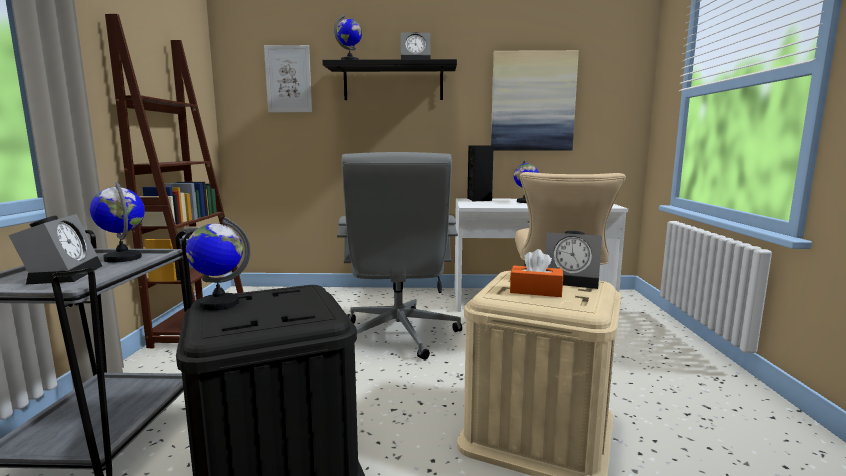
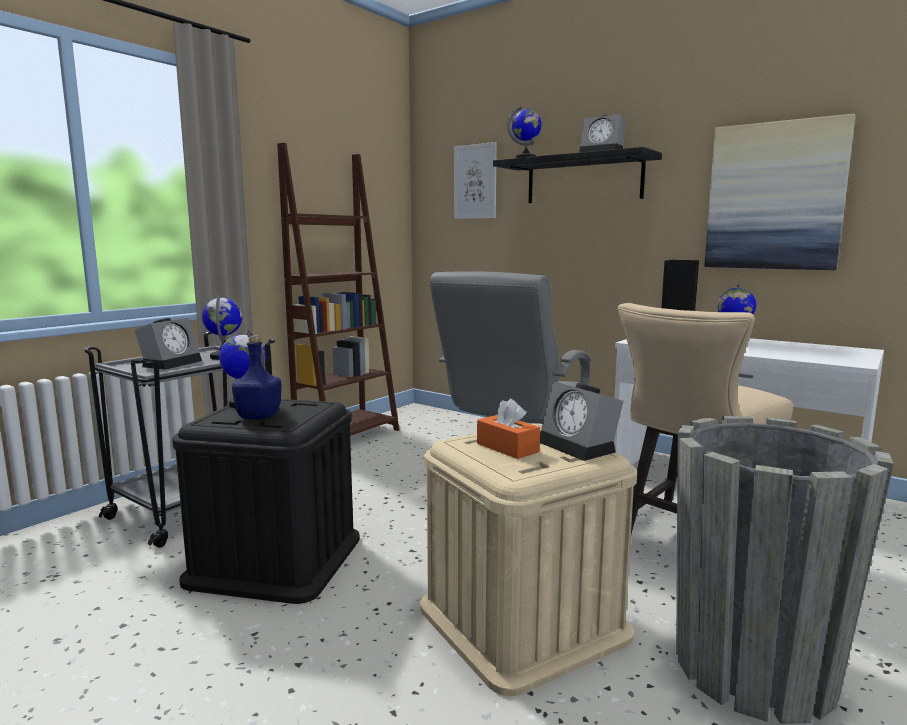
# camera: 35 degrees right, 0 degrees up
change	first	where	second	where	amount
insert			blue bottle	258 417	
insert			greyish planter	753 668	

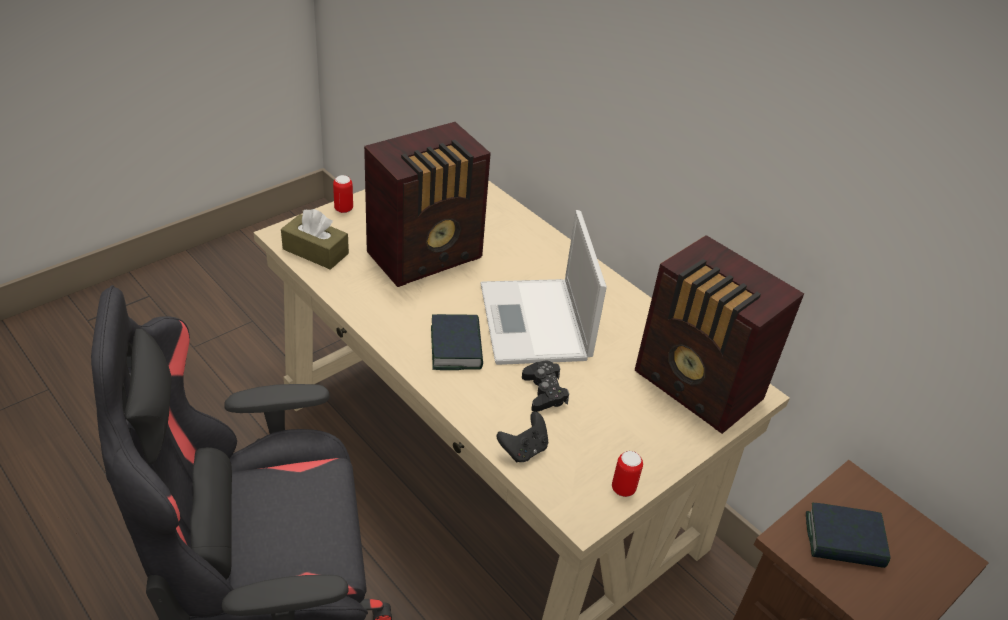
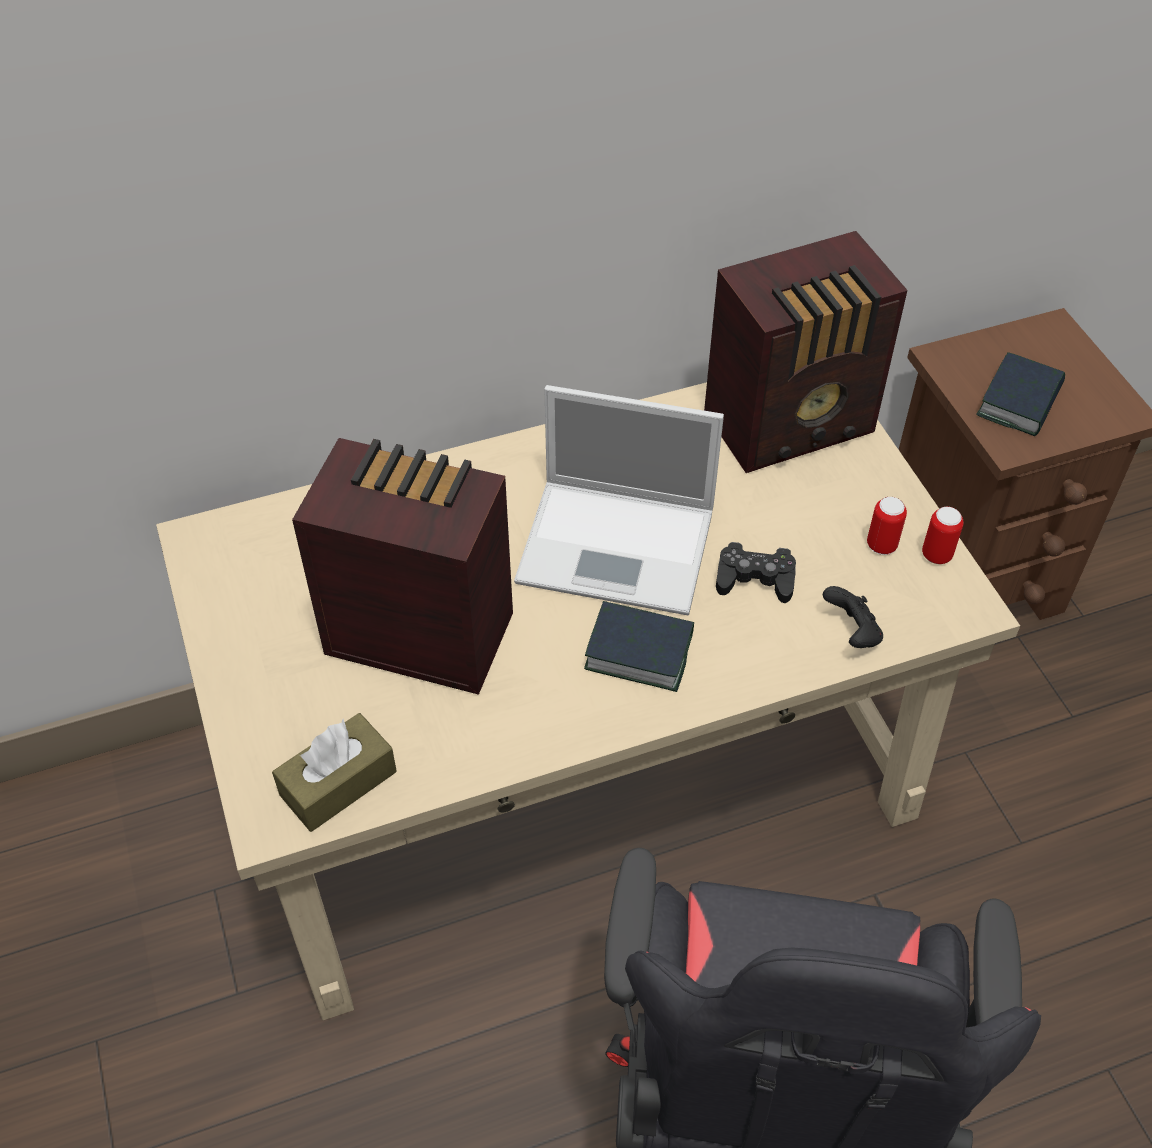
# camera: 65 degrees left, 10 degrees up
change	first	where	second	where	amount
move	can	343 209		881 545	
rotate	radio	427 256		417 631	60 degrees counterclockwise

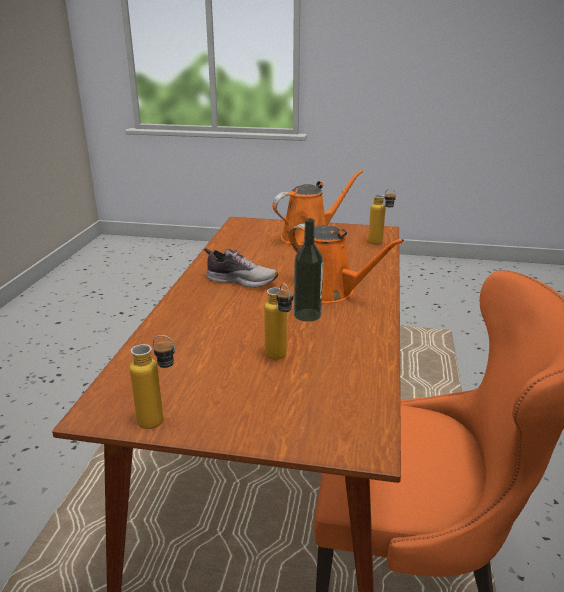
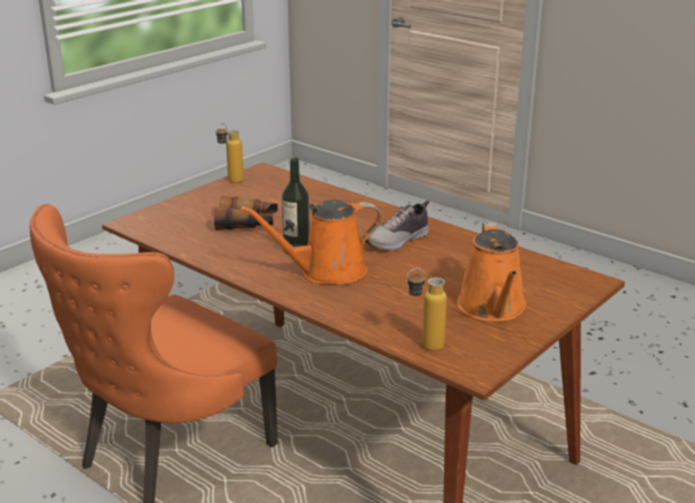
# camera: 120 degrees right, 0 degrees up
change	first	where	second	where	amount
replace	bottle	279 359	pair of binoculars	247 223	

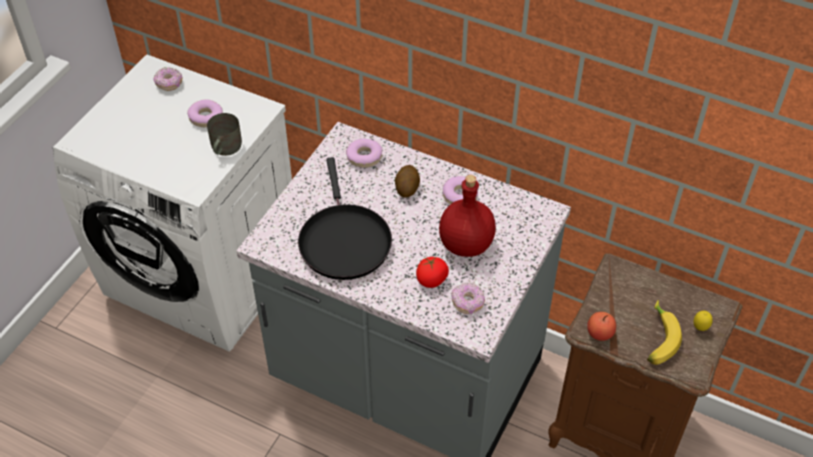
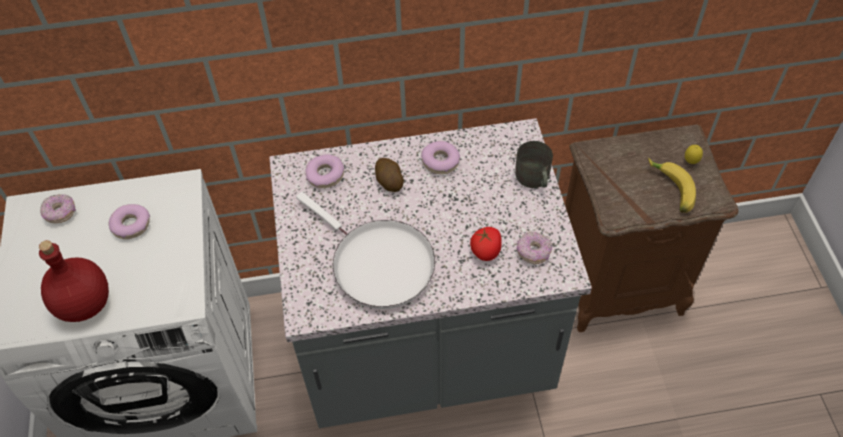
# camera: 35 degrees left, 5 degrees up
change	first	where	second	where	amount
delete	apple fruit	599 333			
move	greyish tea mug	224 148		533 179	
move	reddish bottle	466 244		85 303	
recolor	black skillet	343 241	whitish skillet	377 264	

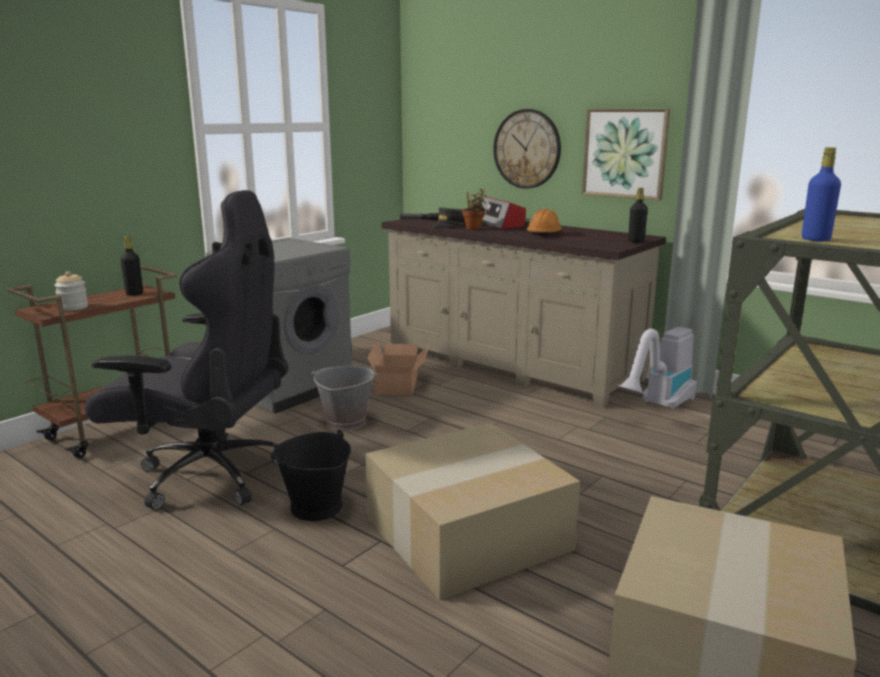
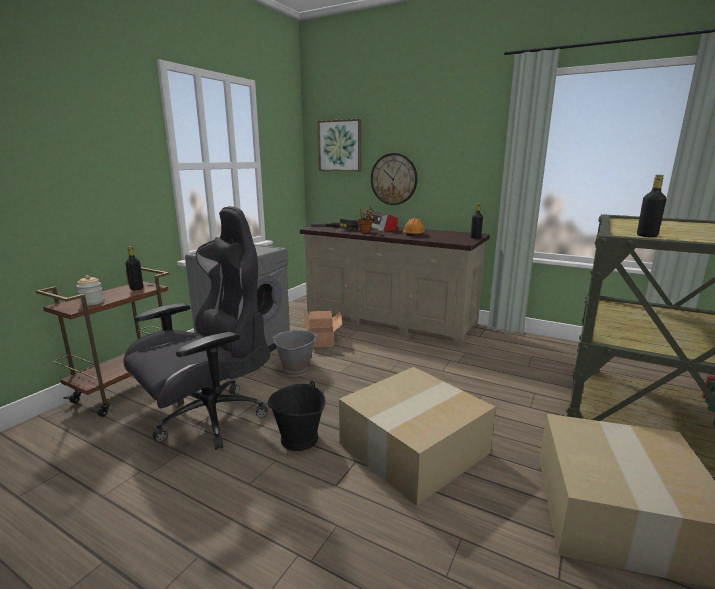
# camera: 10 degrees left, 0 degrees up
change	first	where	second	where	amount
delete	hoover	658 406			
move	wall art	625 153		340 146	
recolor	blue bottle	815 239	black bottle	646 236	
rotate	black desk chair	202 476		205 422	45 degrees counterclockwise

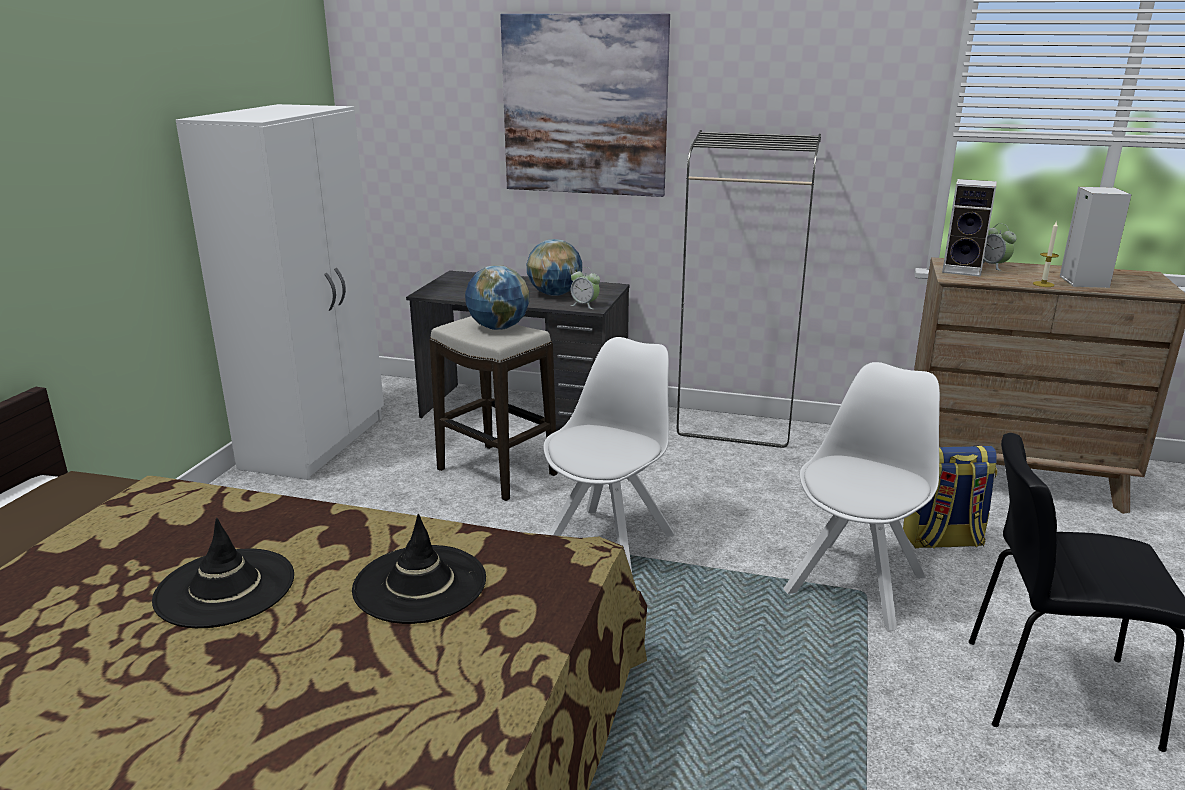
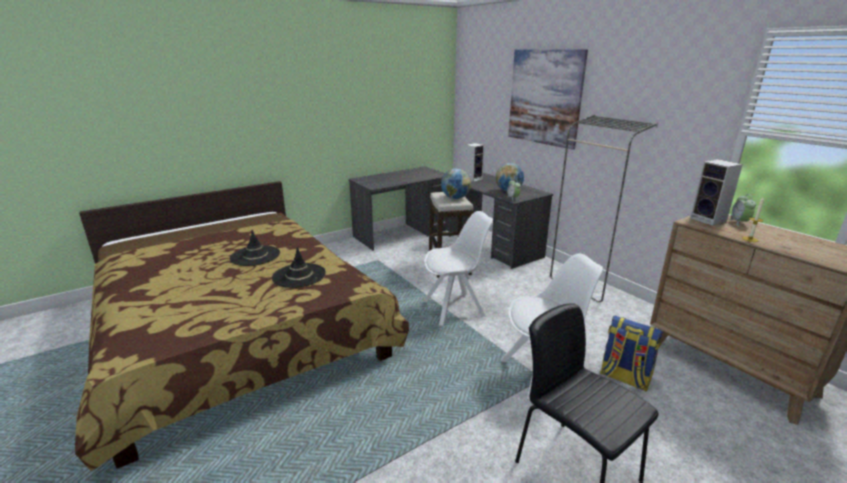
# camera: 40 degrees right, 0 degrees up
change	first	where	second	where	amount
move	speaker	1082 281		473 179	
replace	whitish wardrobe	317 442	greyish desk	401 234	

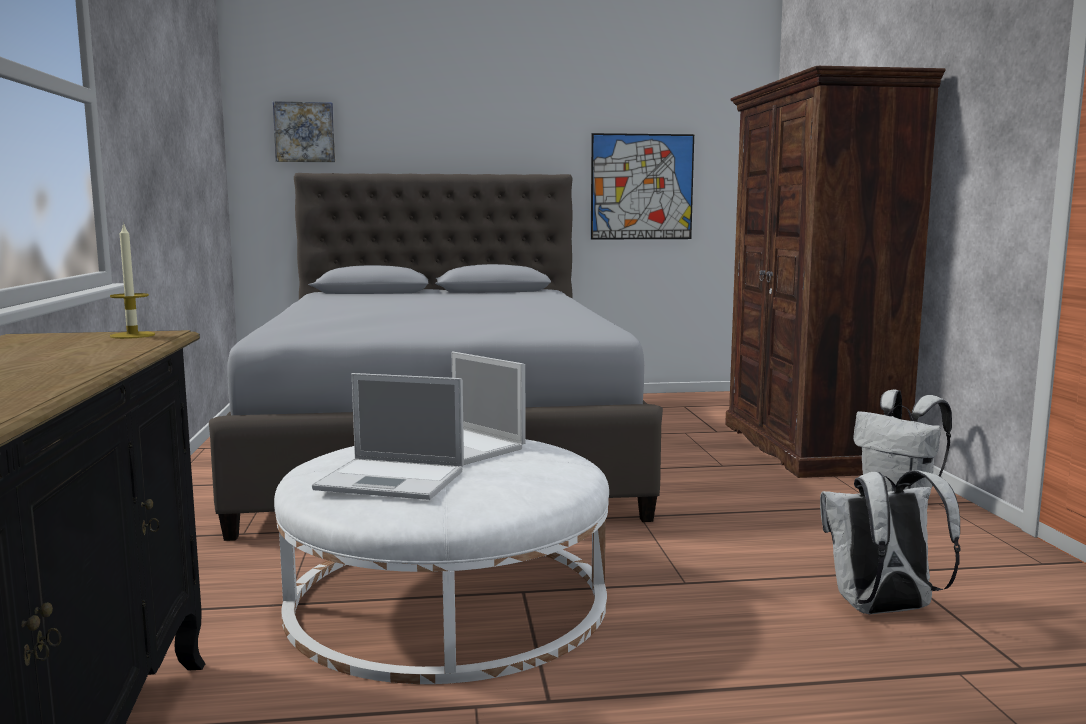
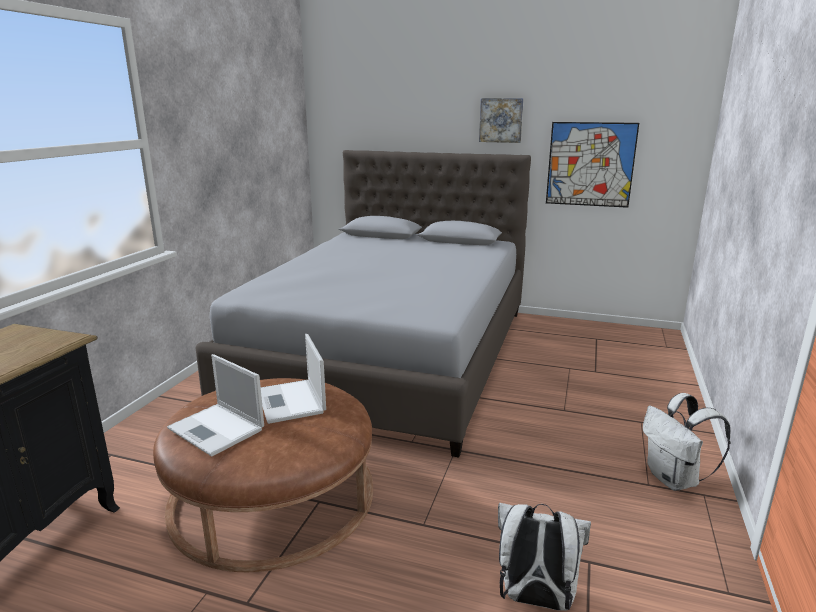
# camera: 25 degrees right, 10 degrees up
change	first	where	second	where	amount
delete	wax light	132 335			
delete	brown wardrobe	807 446			
move	wall art	304 132		501 120	
recolor	whitish ottoman	447 599	brown ottoman	273 494	

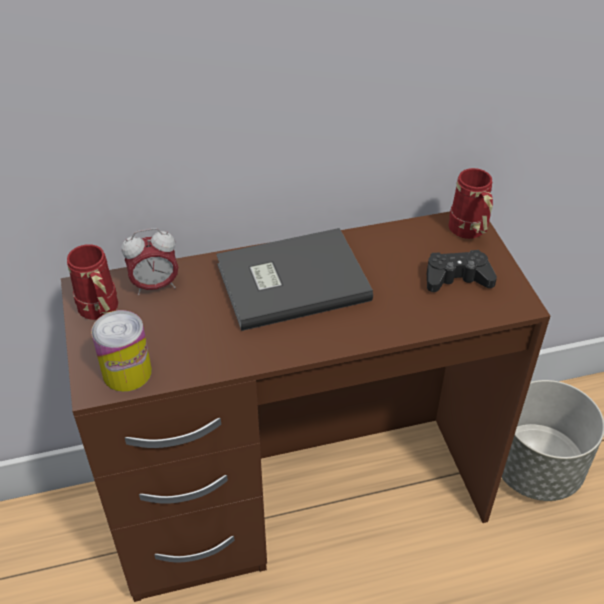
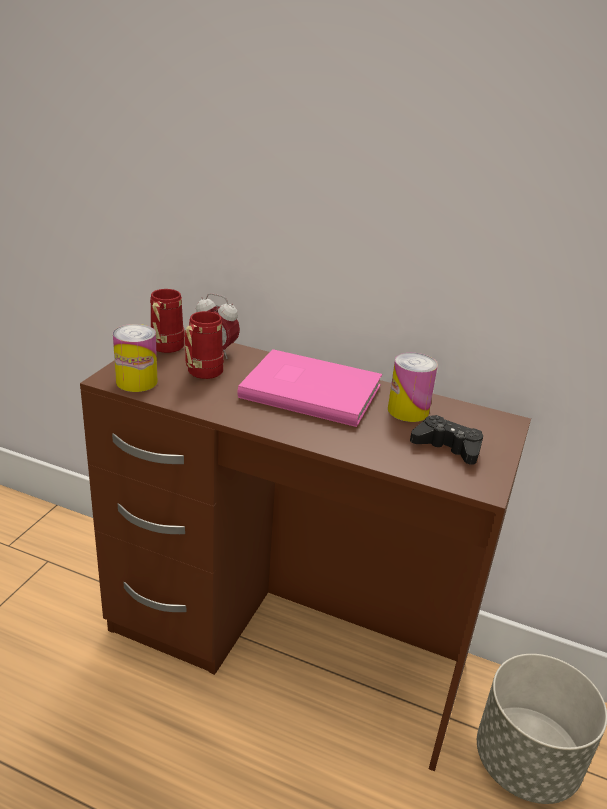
# camera: 35 degrees right, 15 degrees down
change	first	where	second	where	amount
insert			can	408 411	
move	reddish tea mug	469 233		201 374	
recolor	greyish bound book	289 280	pink-coloured bound book	310 389	

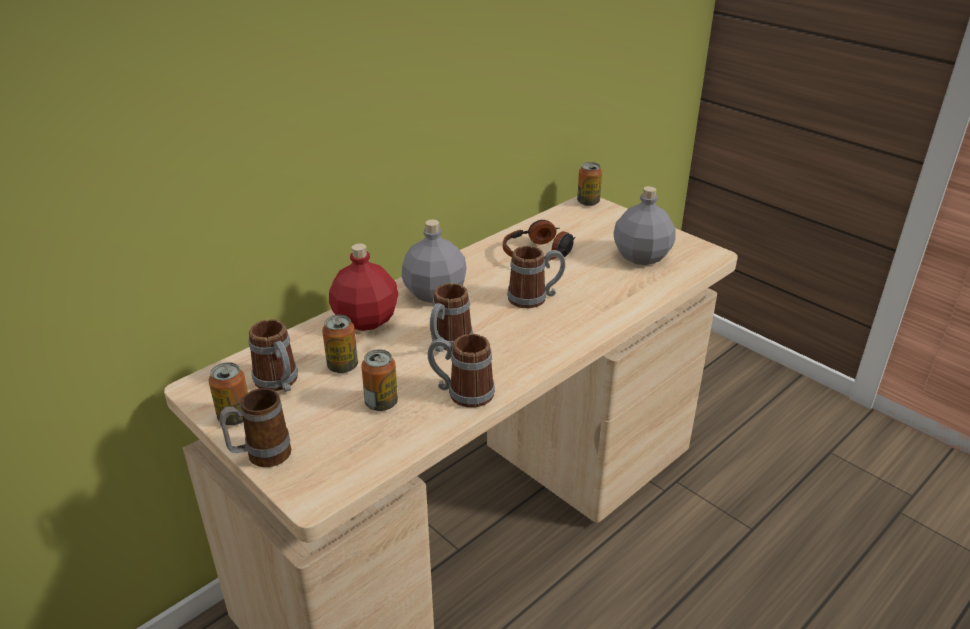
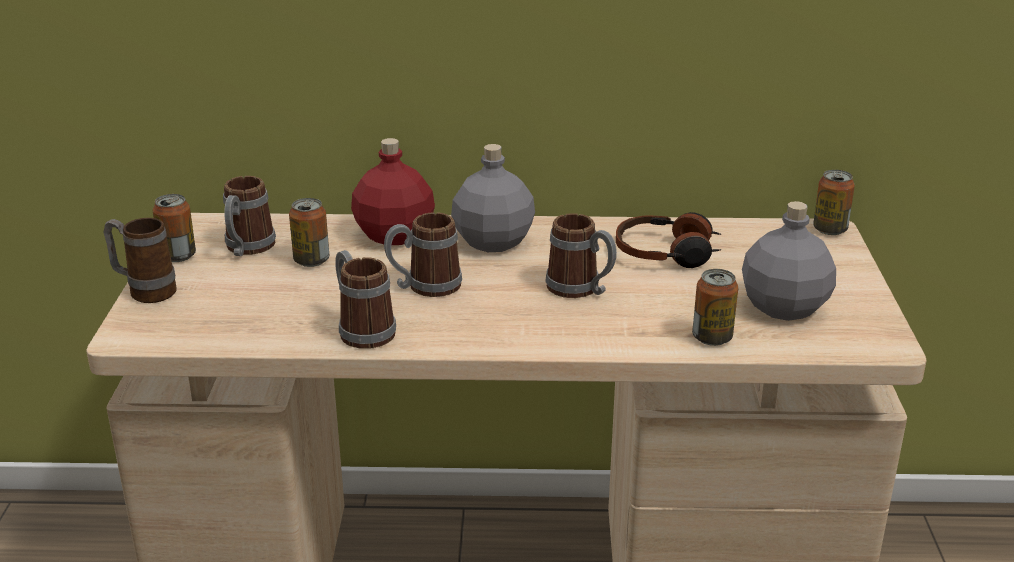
# camera: 45 degrees right, 5 degrees down
change	first	where	second	where	amount
move	can	381 403		712 338	

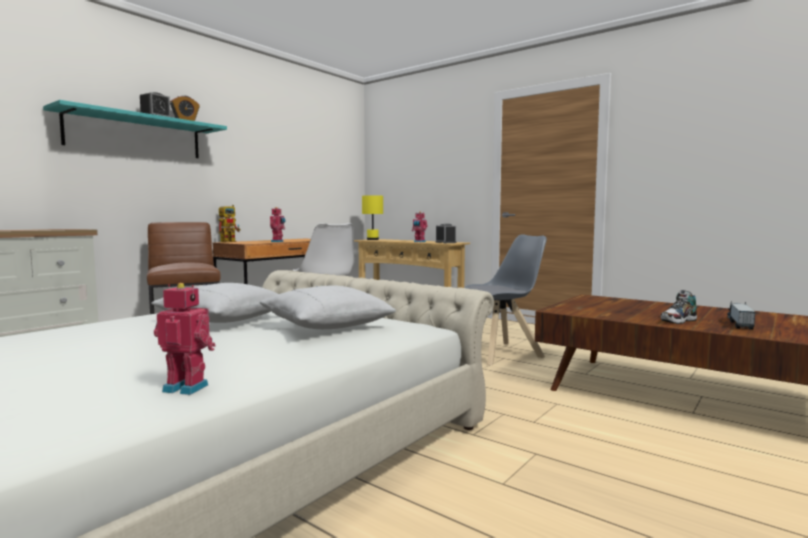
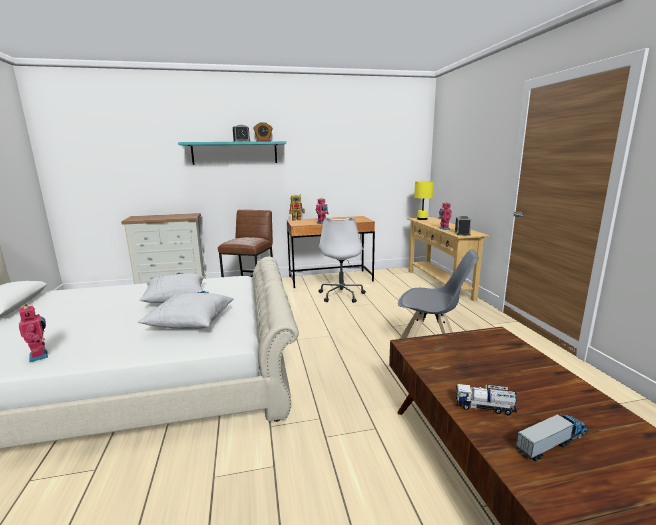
# camera: 40 degrees right, 10 degrees up
change	first	where	second	where	amount
replace	item of footwear	678 321	toy truck	484 407	

